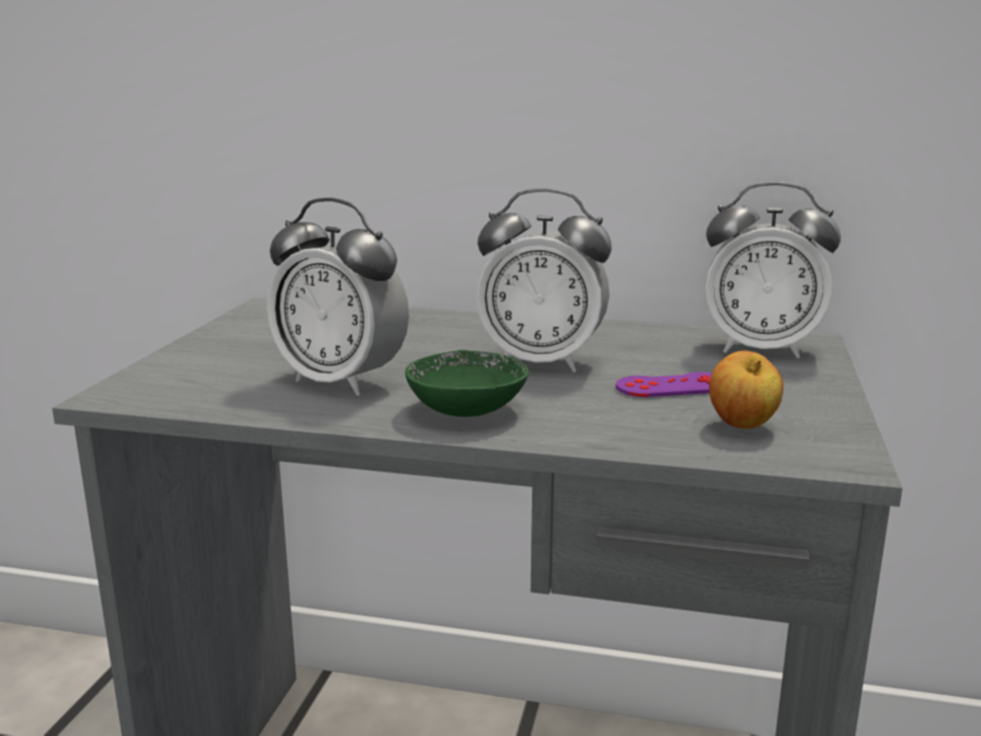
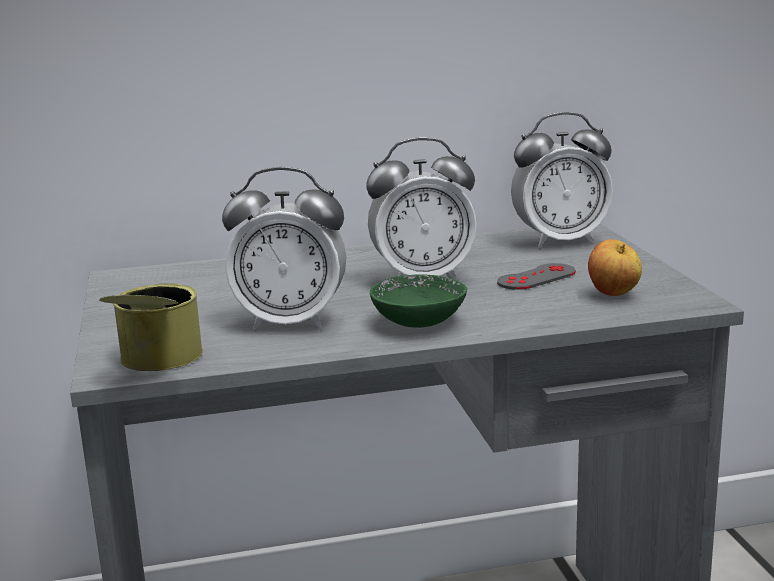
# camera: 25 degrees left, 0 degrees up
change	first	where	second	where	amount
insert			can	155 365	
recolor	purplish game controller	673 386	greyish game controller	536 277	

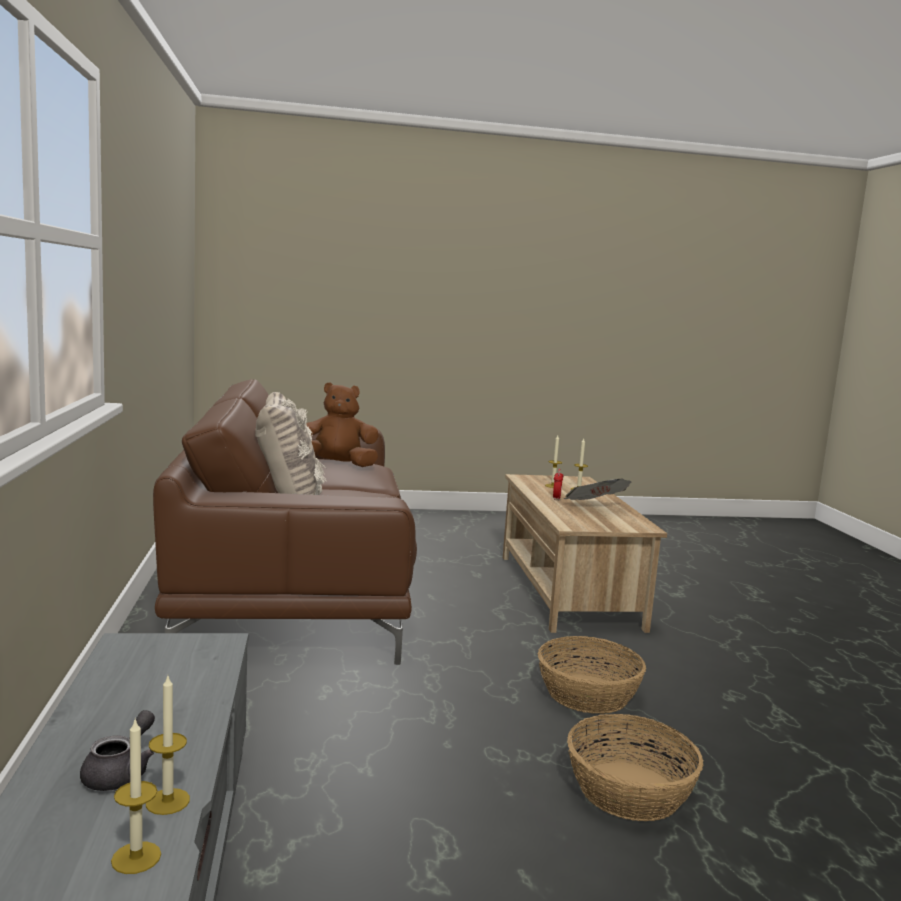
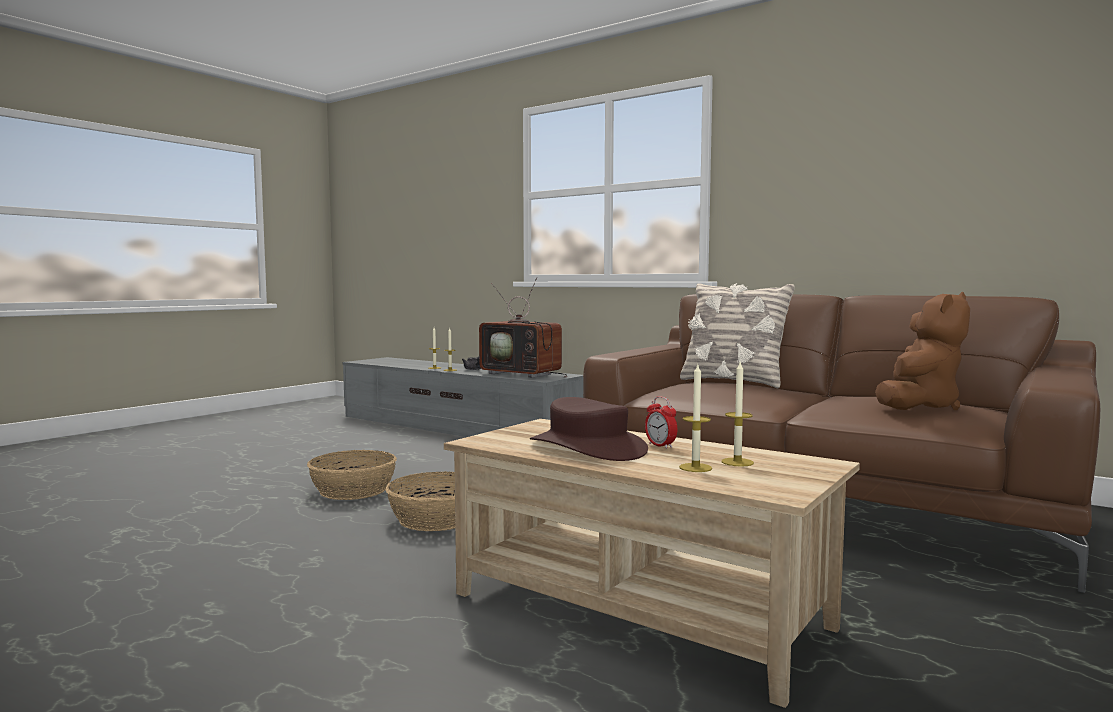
# camera: 135 degrees right, 5 degrees down
change	first	where	second	where	amount
insert			TV set	524 374	
replace	printed paper	595 507	brown wearable hat	588 447	

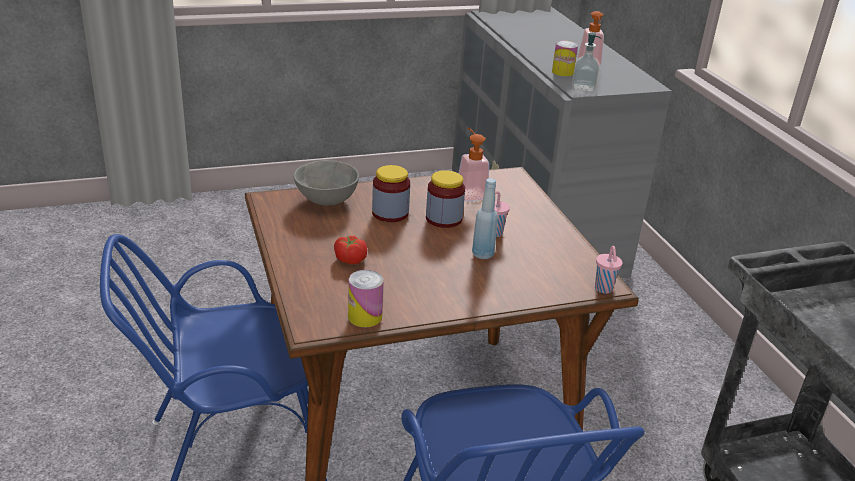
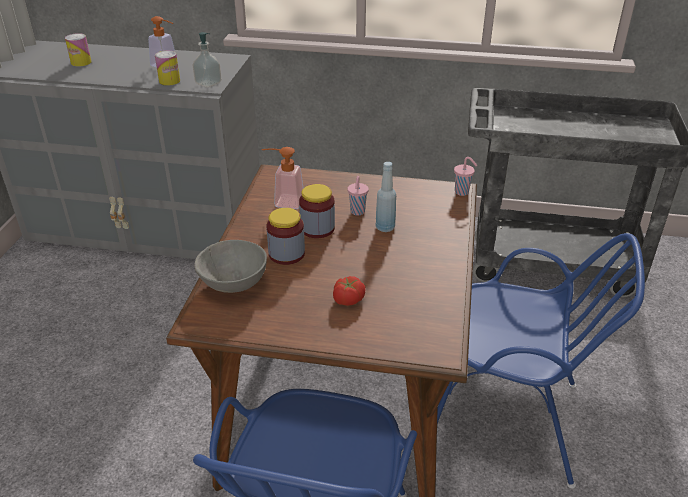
# camera: 60 degrees left, 5 degrees up
change	first	where	second	where	amount
move	can	365 317		81 62	

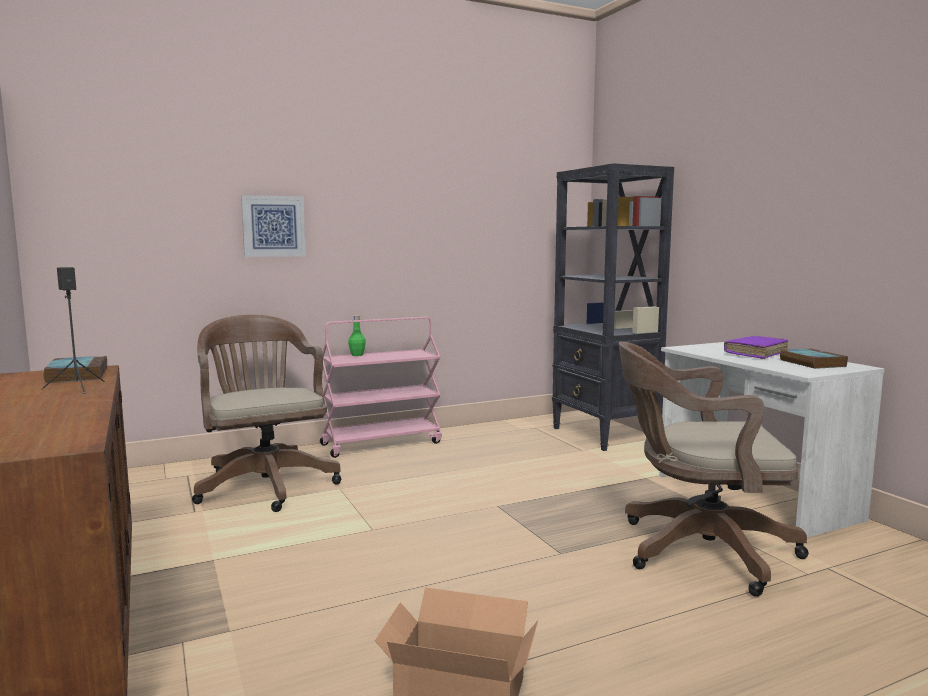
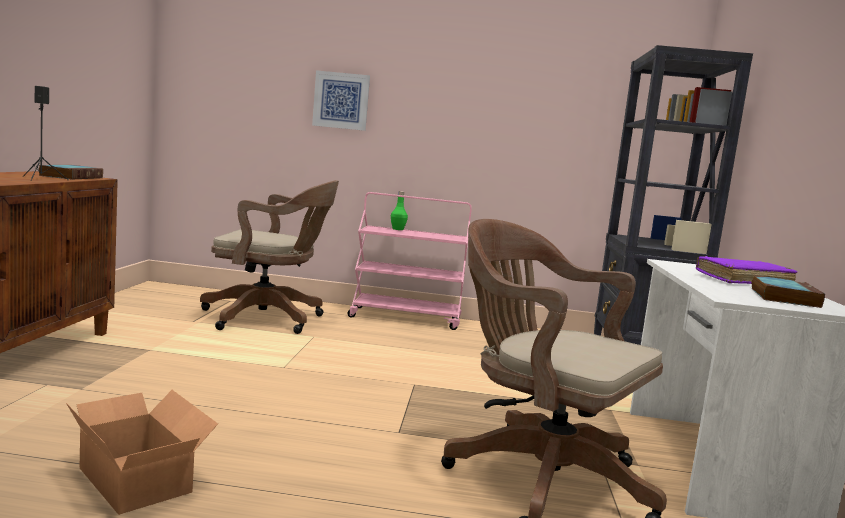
# camera: 30 degrees right, 0 degrees up
change	first	where	second	where	amount
rotate	brown desk chair	265 483		269 319	90 degrees clockwise

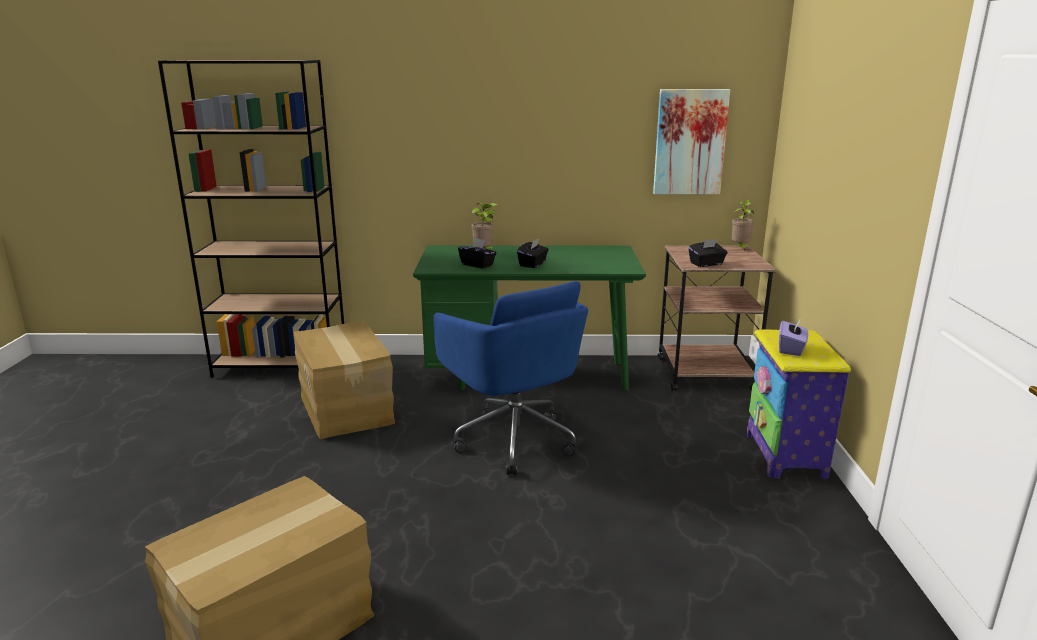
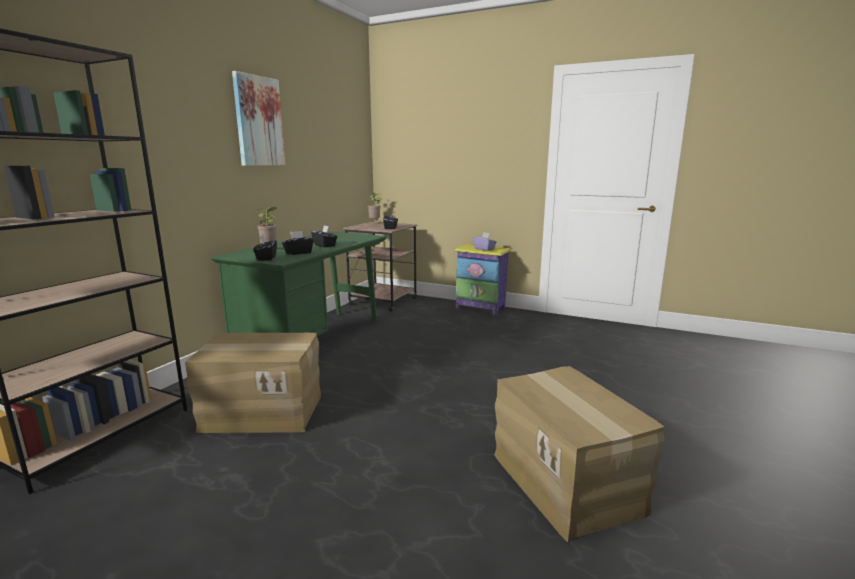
# camera: 65 degrees left, 5 degrees down
change	first	where	second	where	amount
delete	blue desk chair	512 440			
insert			black box of tissues	266 258	
move	wall art	690 142		258 121	

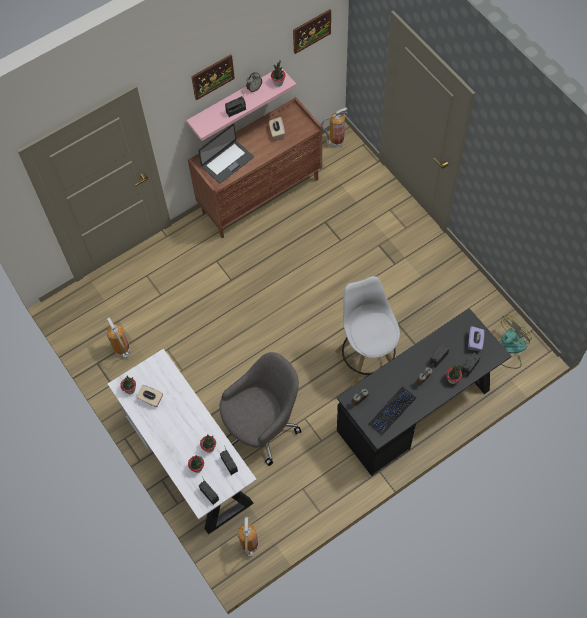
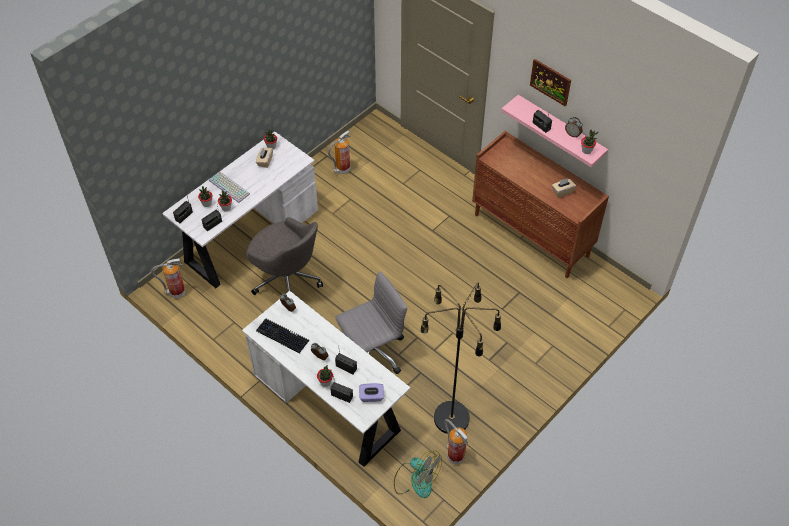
# camera: 75 degrees right, 10 degrees down
change	first	where	second	where	amount
delete	notebook computer	227 161			
delete	wall art	311 31			
insert			computer keyboard	230 187	
insert			standing lamp	452 418	
move	fire-fighting cylinder	335 142		455 456	
replace	whitish stool	367 361	greyish desk chair	372 352	
recolor	black desk	417 410	whitish desk	328 403	

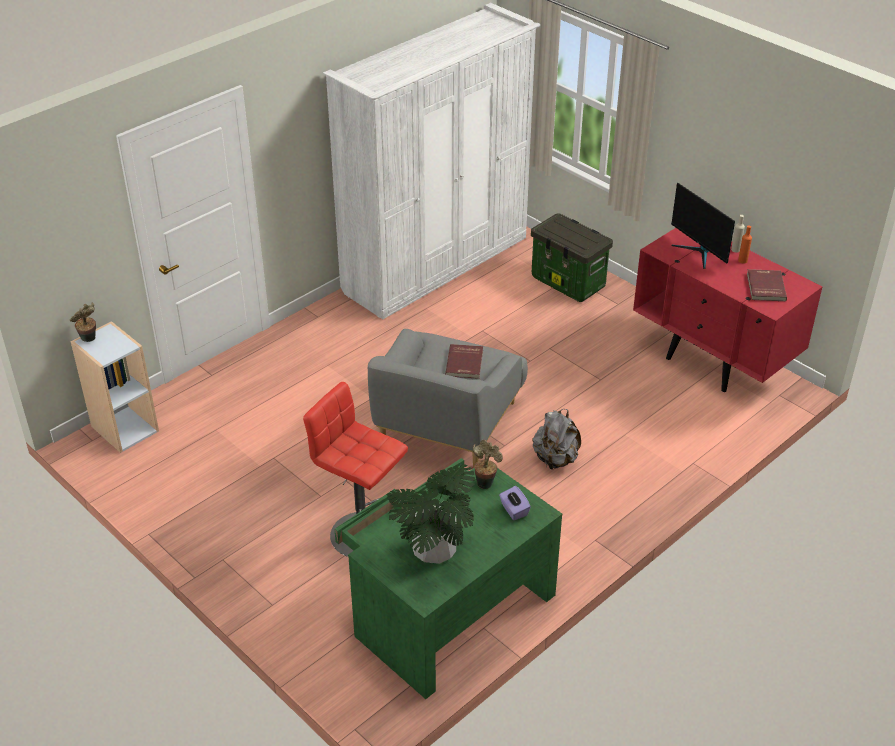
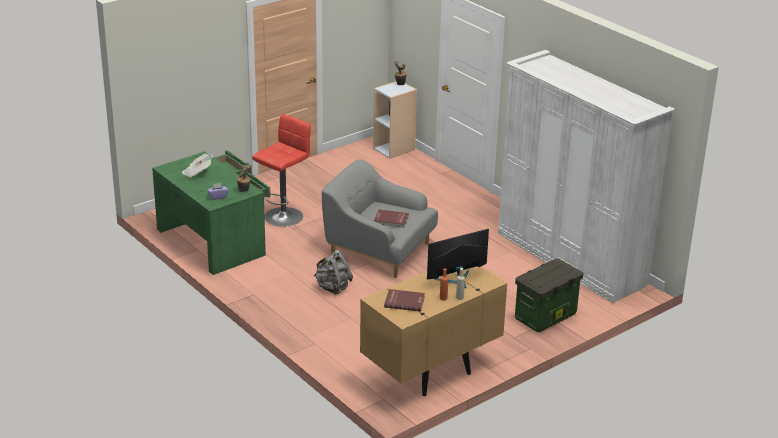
# camera: 95 degrees right, 10 degrees down
change	first	where	second	where	amount
replace	houseplant	434 550	printed paper	197 172	
recolor	reddish drawer chest	714 362	beige-coloured drawer chest	430 373	

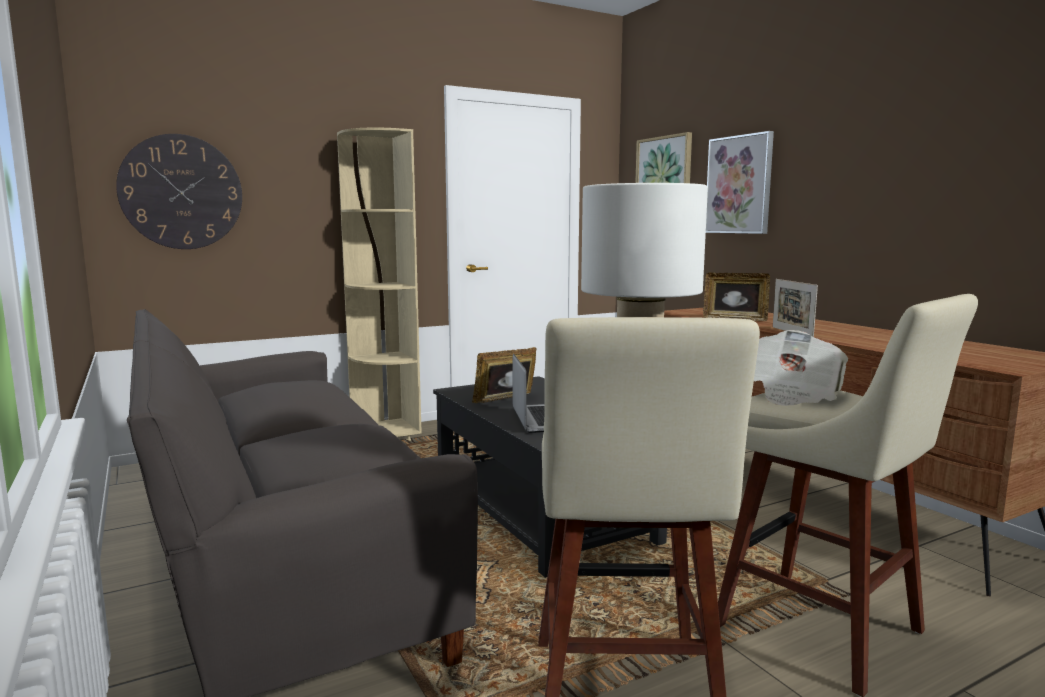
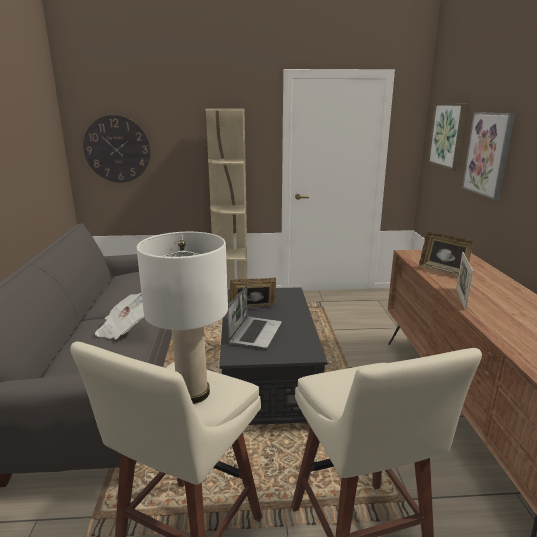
# camera: 25 degrees right, 10 degrees up
change	first	where	second	where	amount
move	printed paper	792 394		124 329	

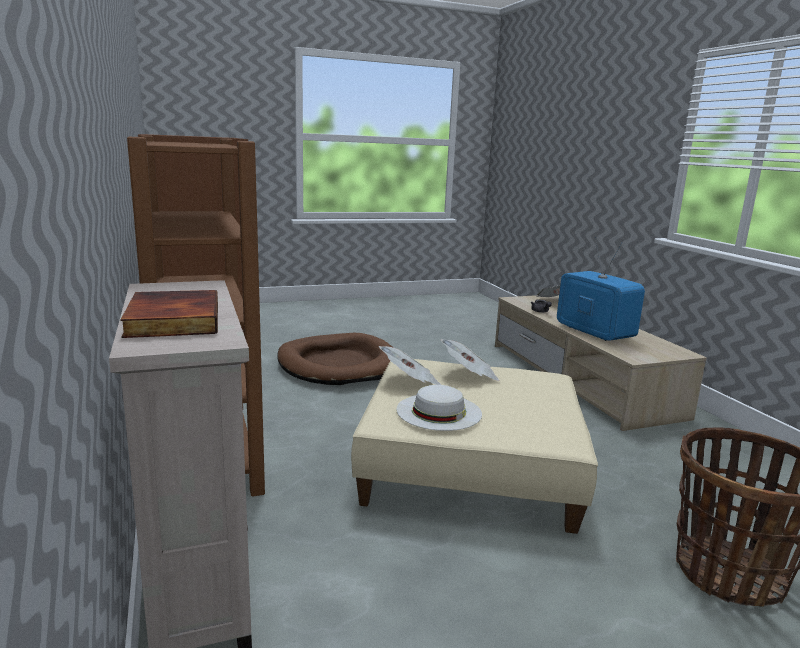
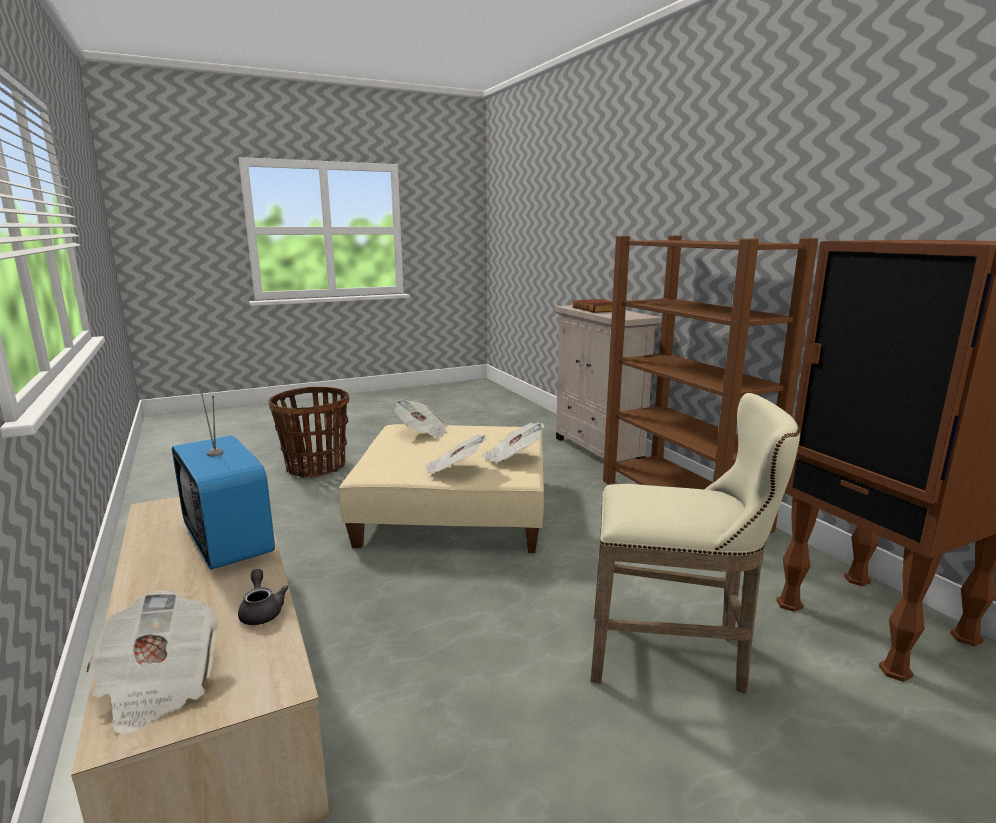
# camera: 175 degrees right, 0 degrees up
change	first	where	second	where	amount
delete	whitish wearable hat	439 411			
insert			printed paper	422 432	
replace	brown dog cushion	338 364	beige-coloured stool	674 656	

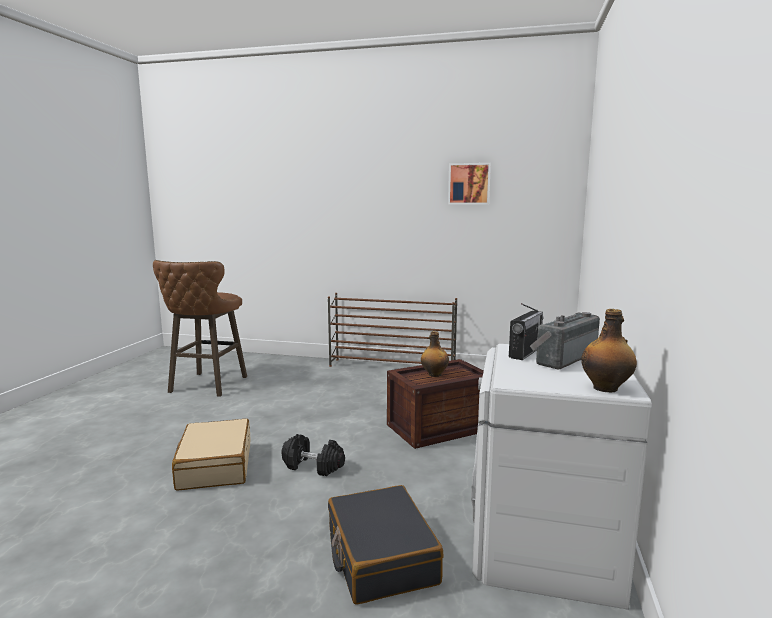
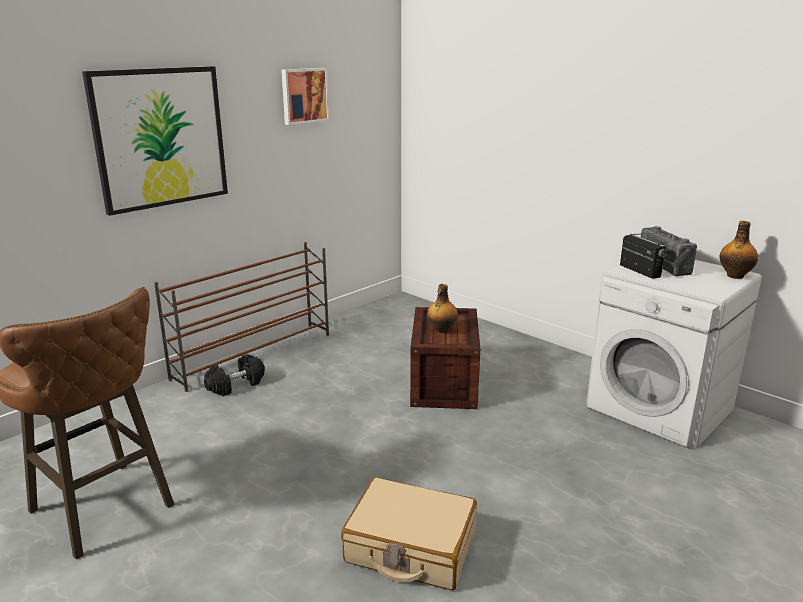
# camera: 60 degrees left, 10 degrees up
change	first	where	second	where	amount
delete	black travel case	380 556			
insert			wall art	160 138	
move	black dumbbell	313 466		236 385	

